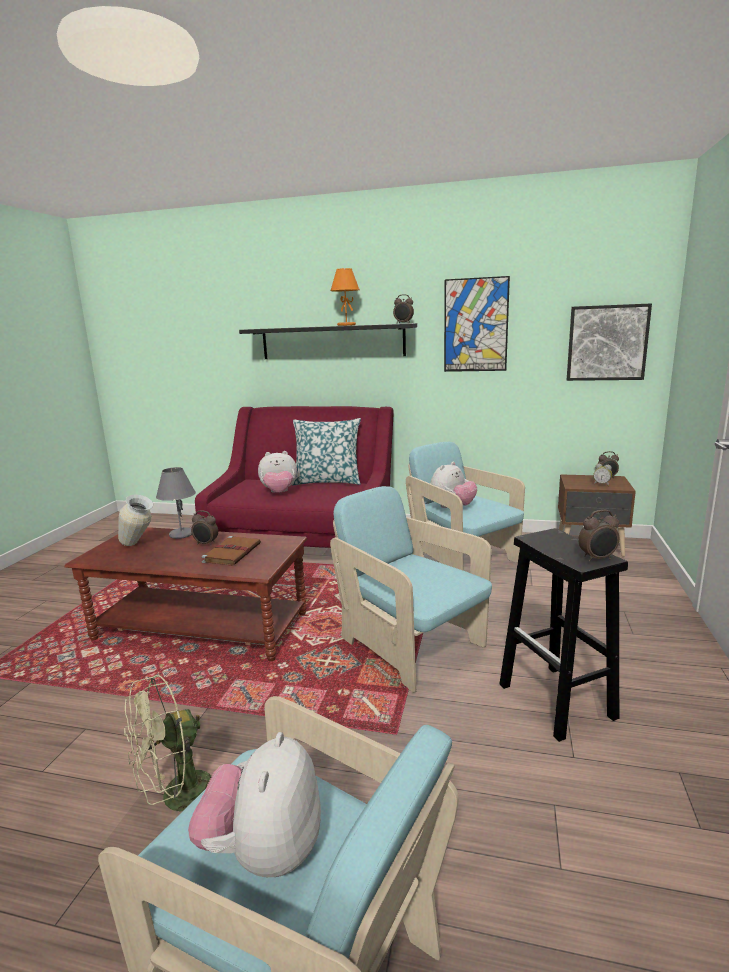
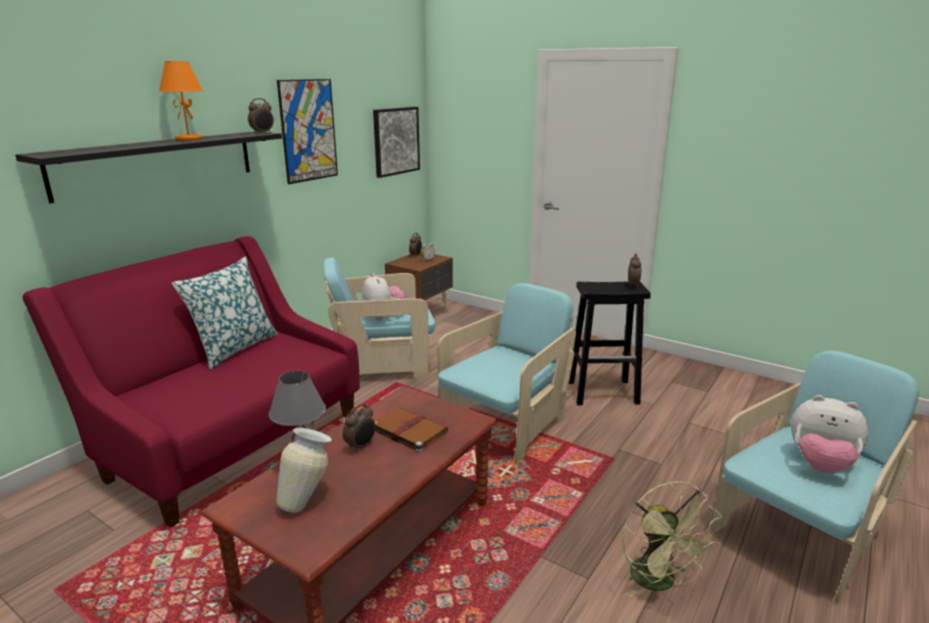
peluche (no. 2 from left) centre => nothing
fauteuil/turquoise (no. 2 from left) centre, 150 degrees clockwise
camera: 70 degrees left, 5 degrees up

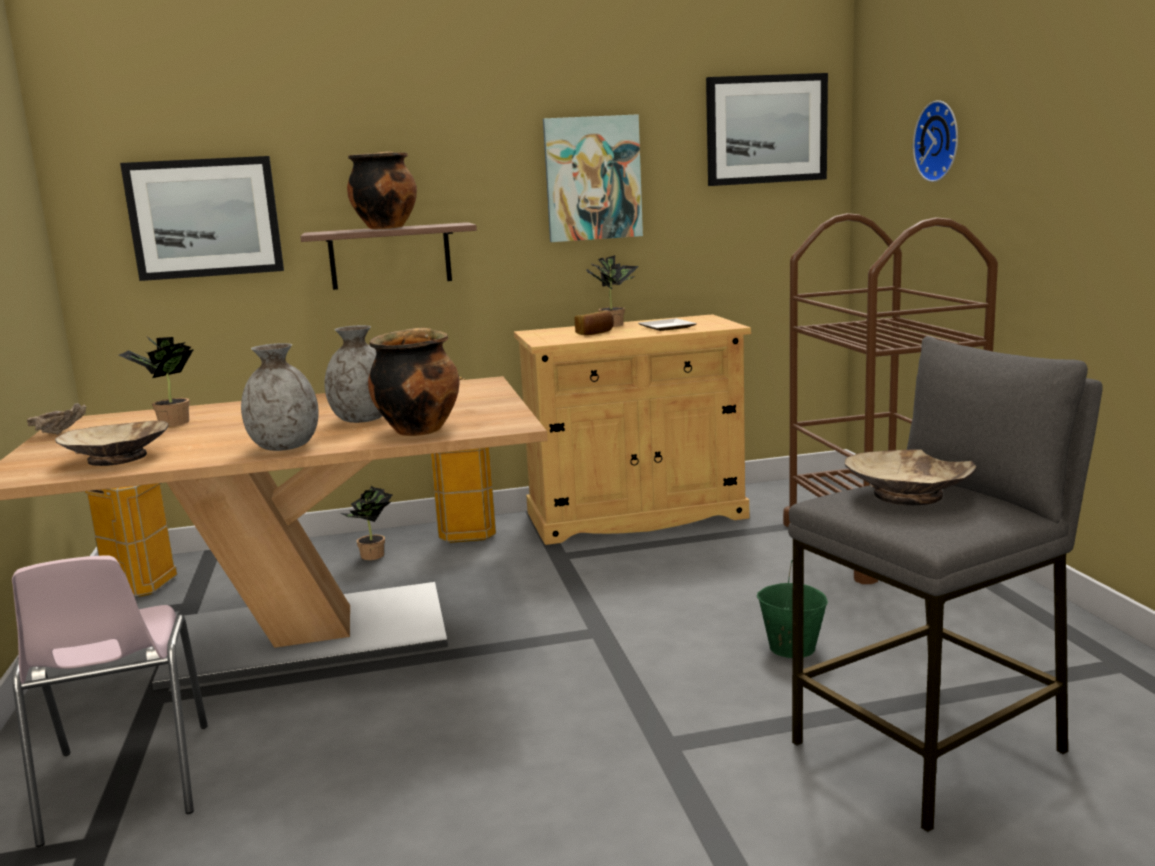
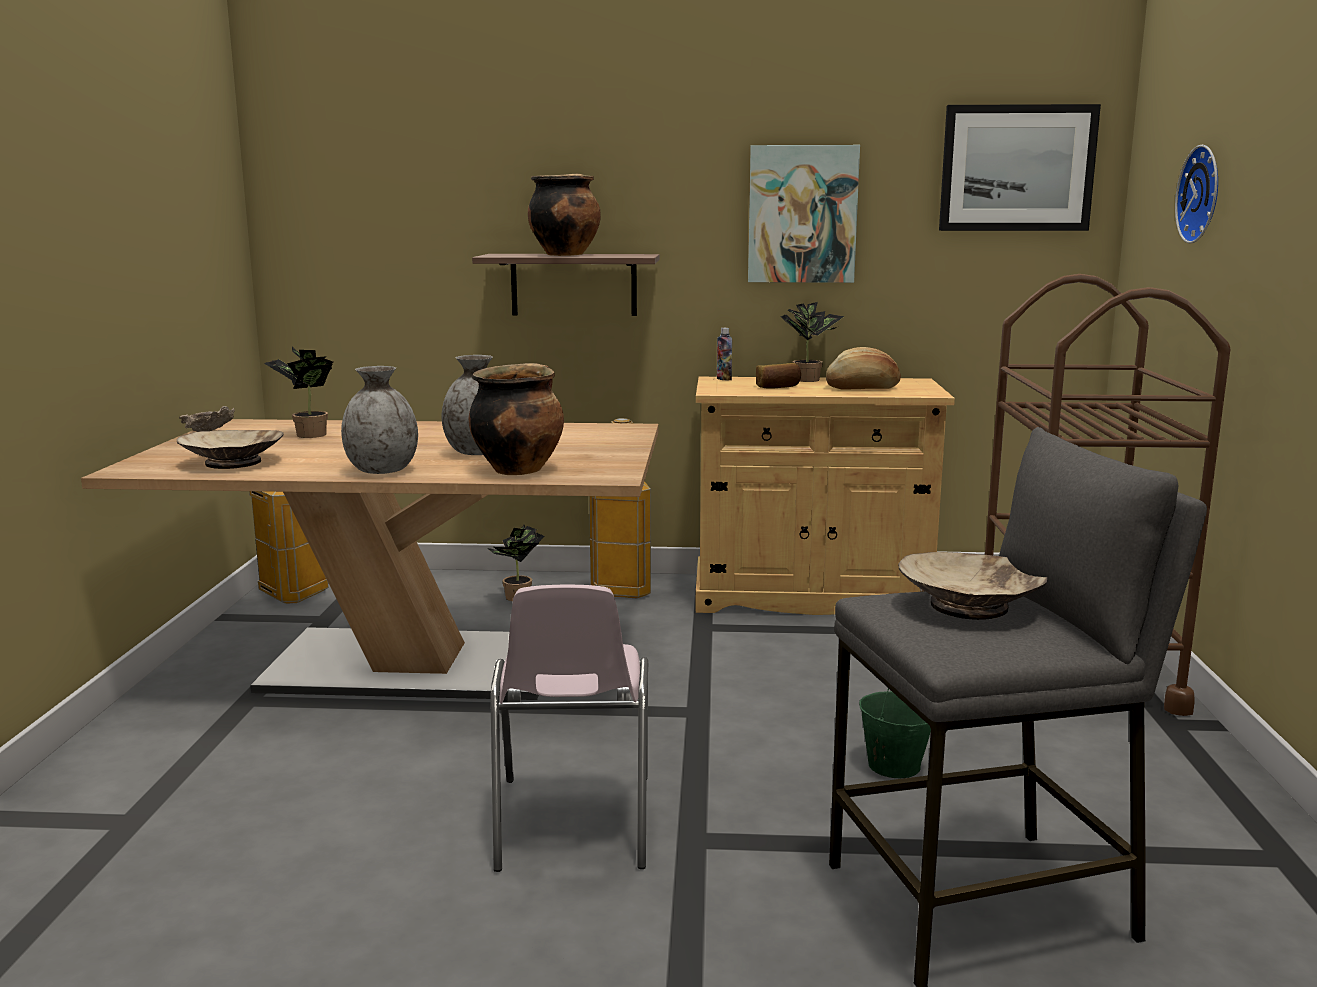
tableau (no. 1 from left) top left => nothing
assiette centre => pain (no. 2 from left) centre
chaise/rose bottom left => chaise/rose bottom centre, relocated
nothing => bouteille centre
camera: 15 degrees right, 0 degrees up

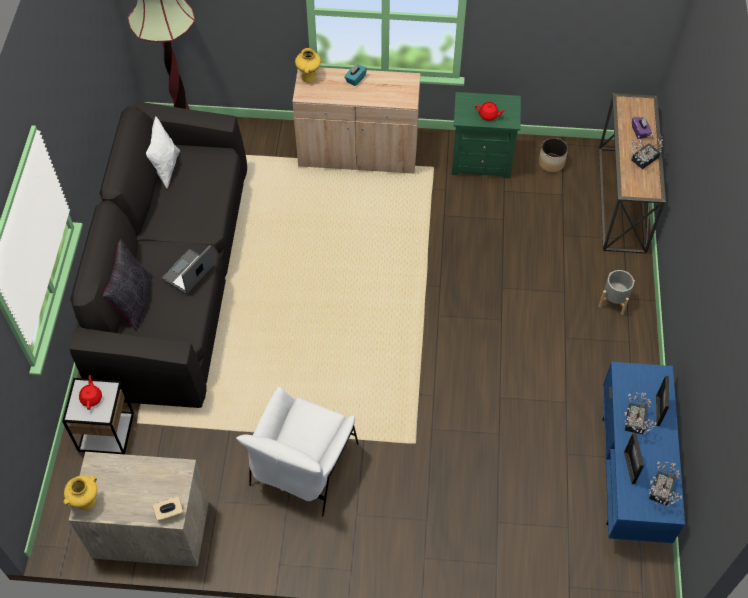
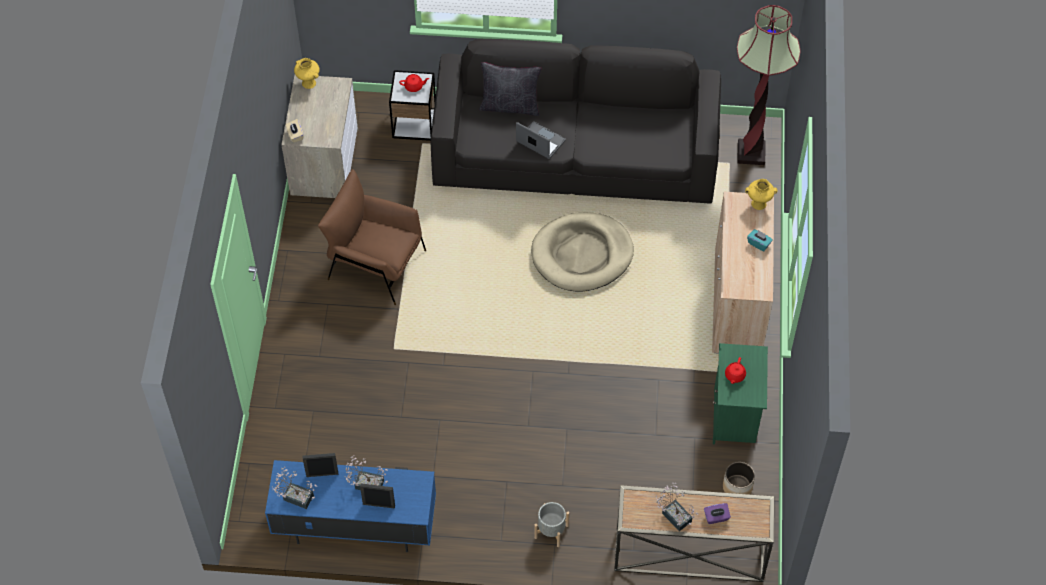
coussin/blanc top left => nothing
fauteuil/blanc bottom centre => fauteuil/marron centre
nothing => panier pour chien/beige centre
camera: 90 degrees right, 0 degrees up

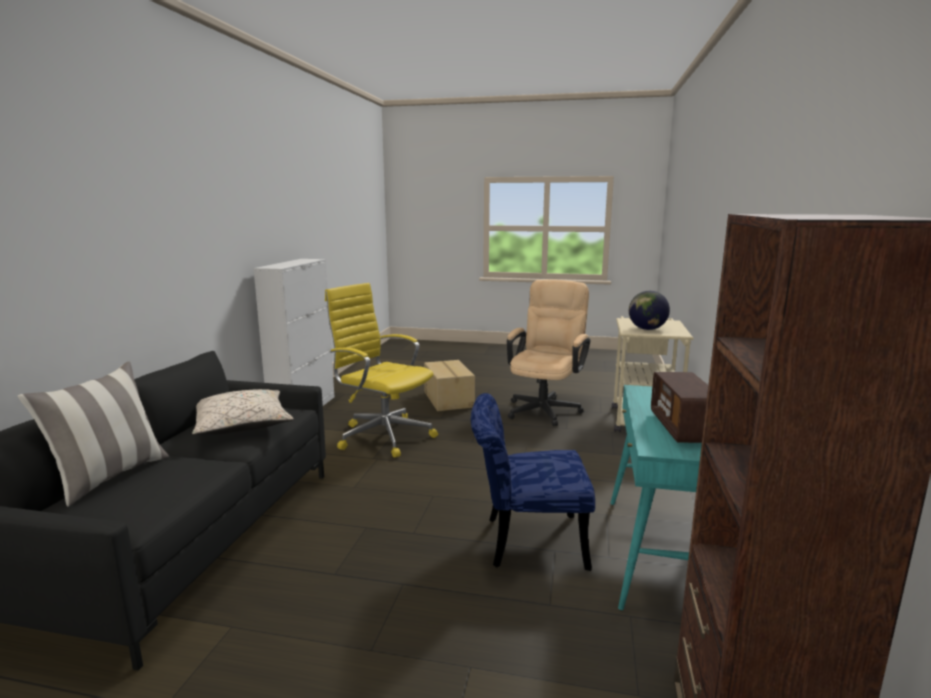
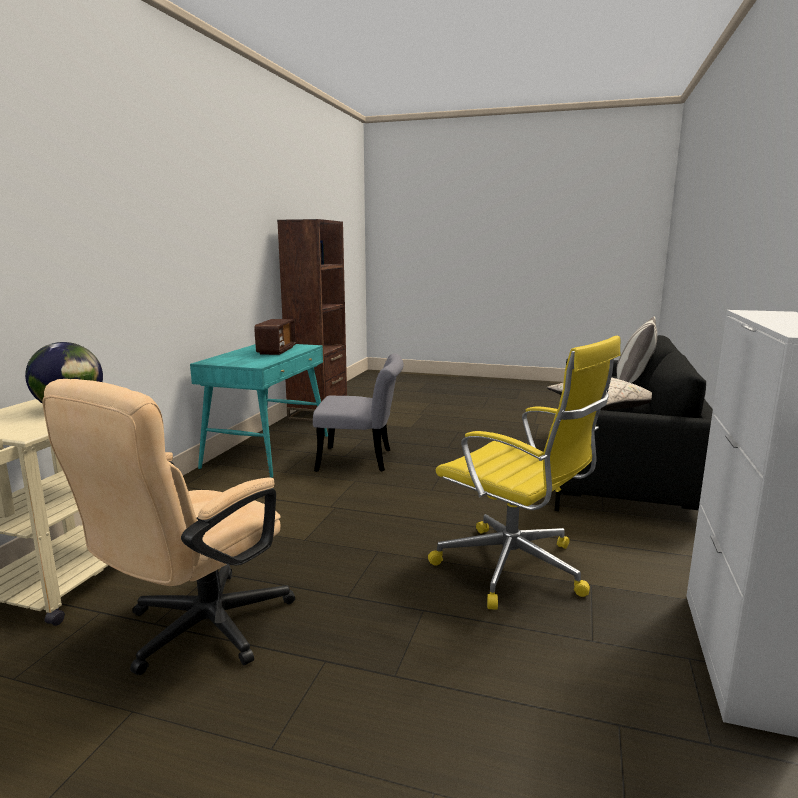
carton centre => nothing
chaise/bleu bottom centre => chaise/gris centre
camera: 175 degrees left, 0 degrees up

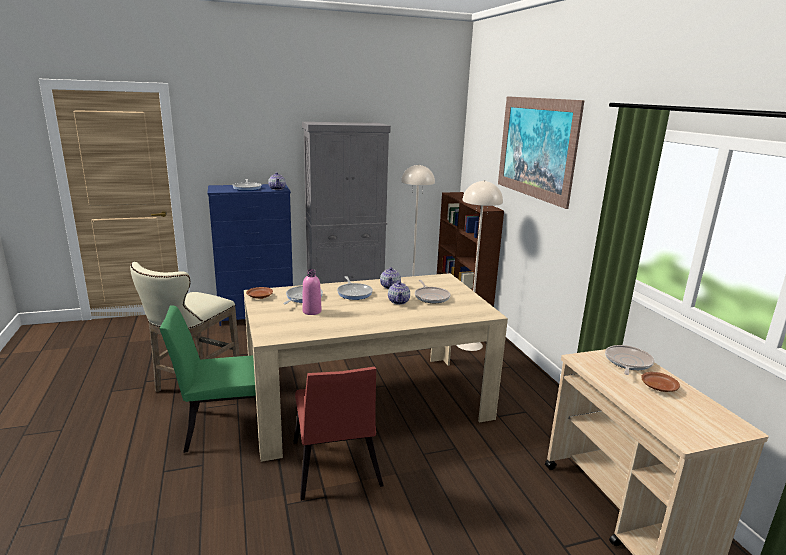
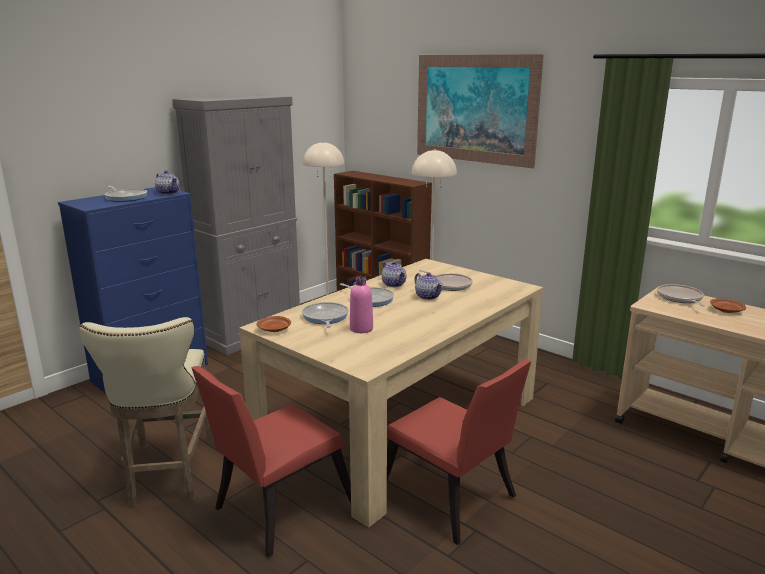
chaise/vert bottom left => chaise/rouge (no. 1 from left) bottom centre
camera: 30 degrees left, 0 degrees up

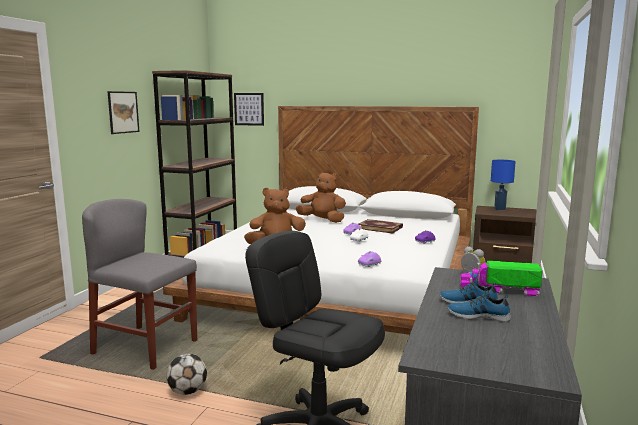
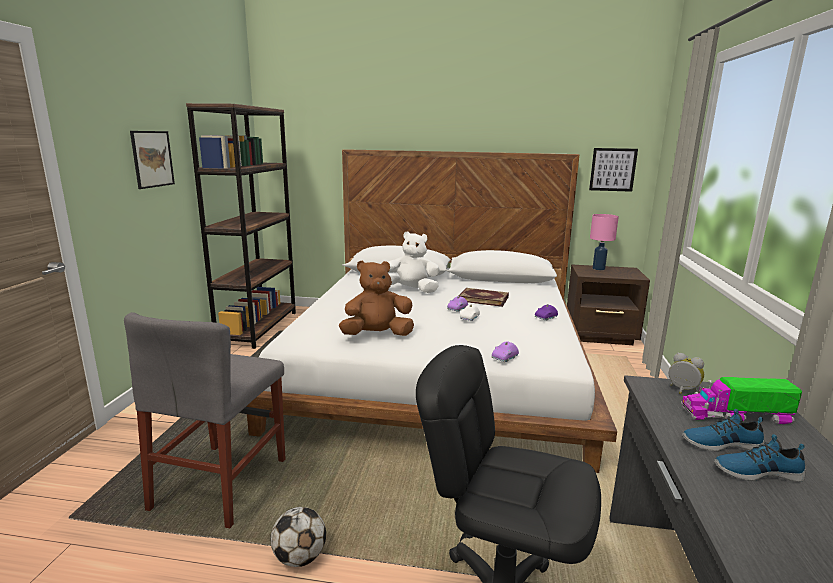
tableau (no. 2 from left) top centre => tableau (no. 2 from left) top right, relocated
lampe de table/bleu middle right => lampe de table/rose middle right
peluche/marron (no. 2 from left) centre => peluche/blanc centre
chaise/gris bottom left, 90 degrees counterclockwise
camera: 10 degrees left, 5 degrees up

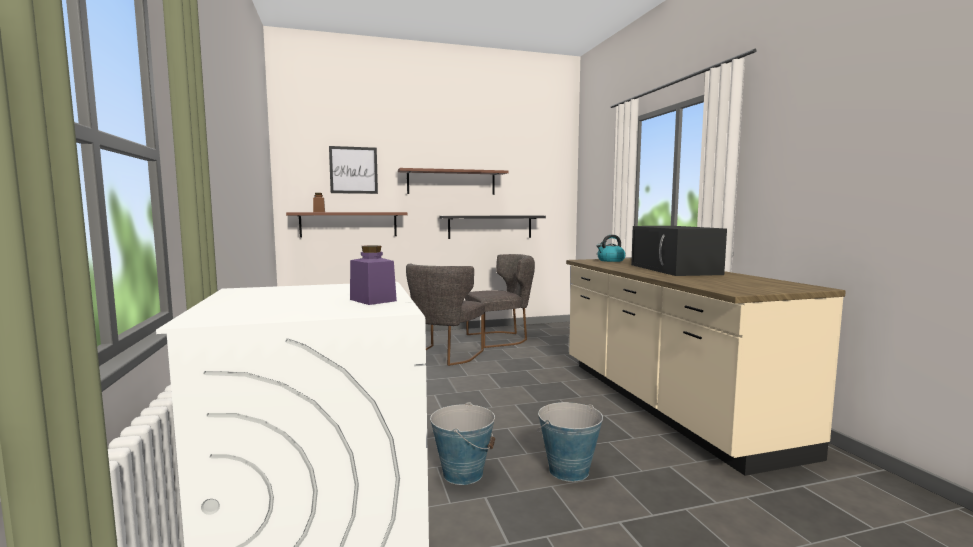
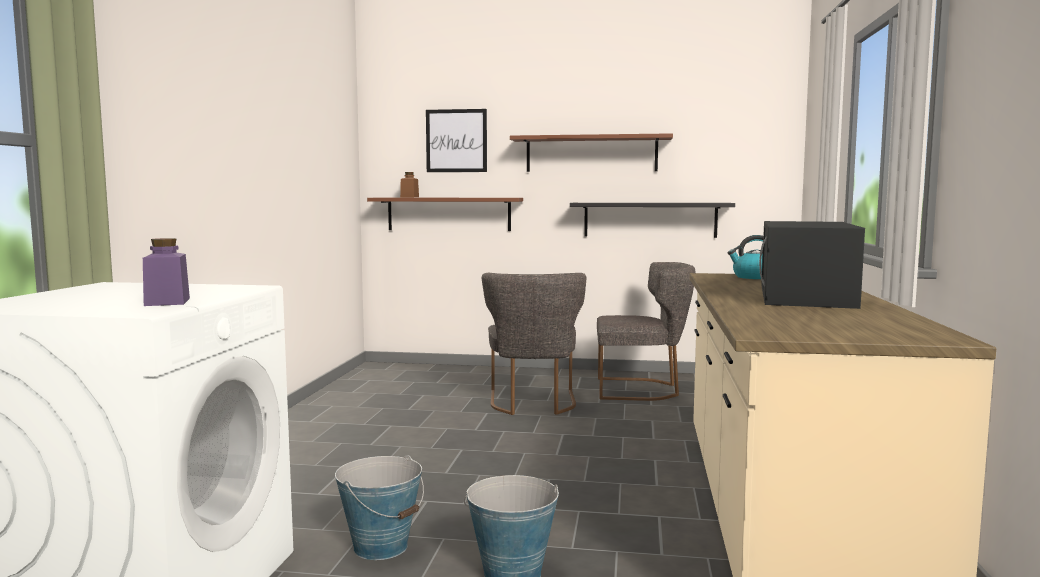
chaise/gris (no. 1 from left) centre, 45 degrees counterclockwise
camera: 25 degrees right, 0 degrees up

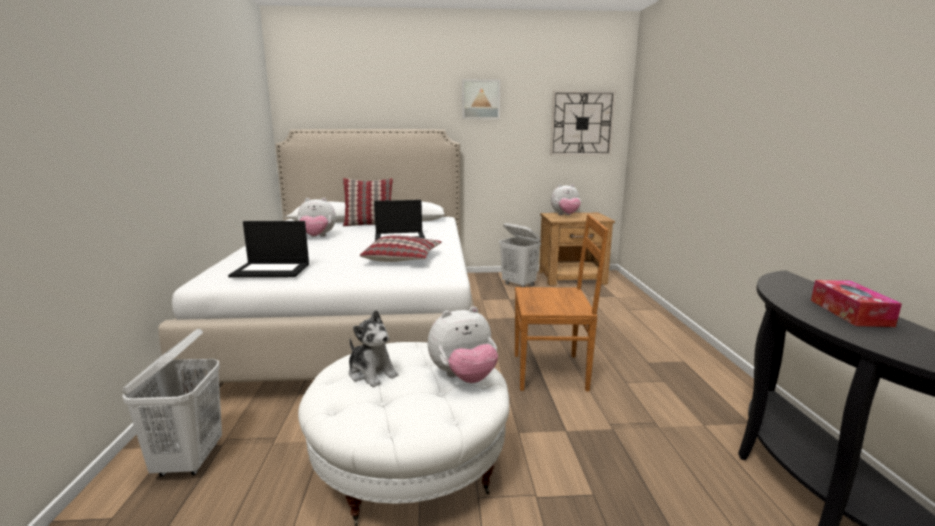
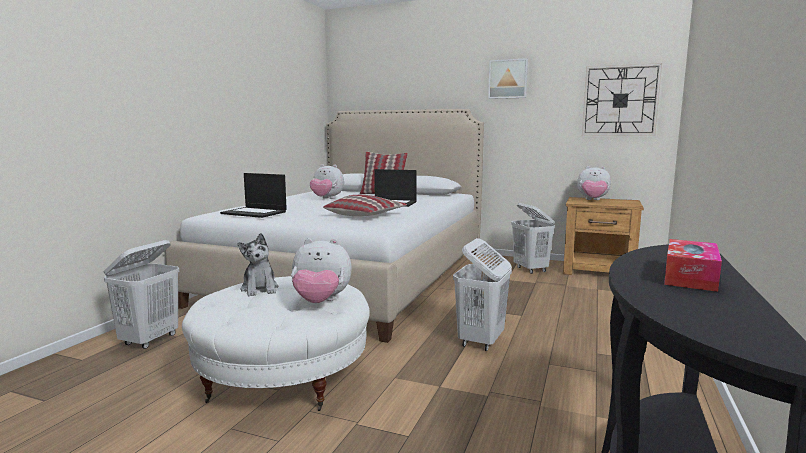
chaise/marron centre => panier à linge/blanc (no. 2 from left) centre
camera: 25 degrees right, 5 degrees down

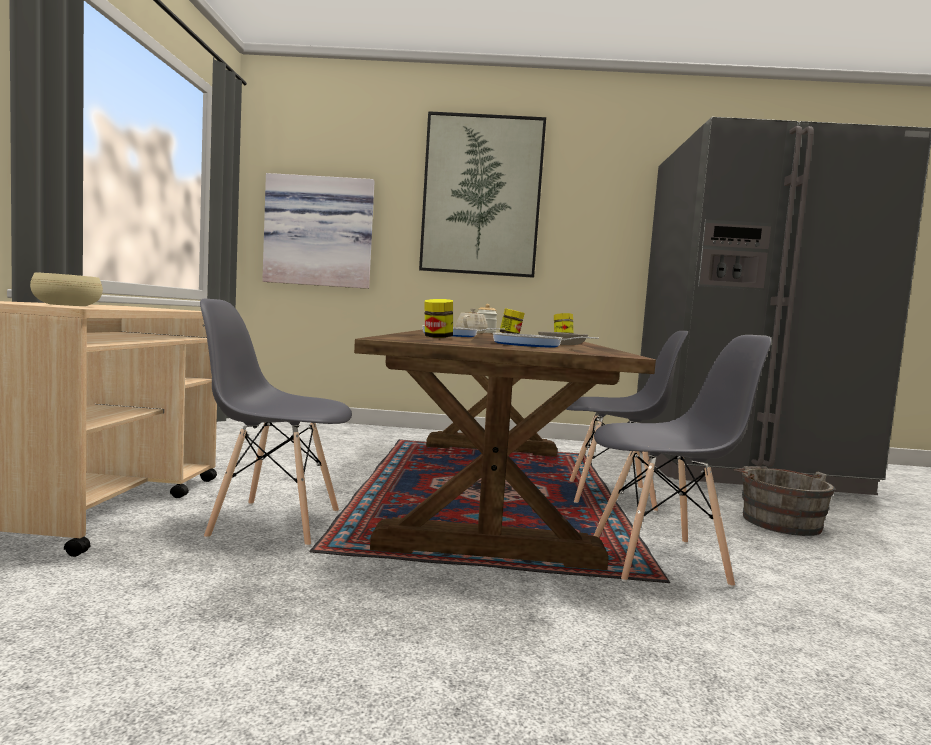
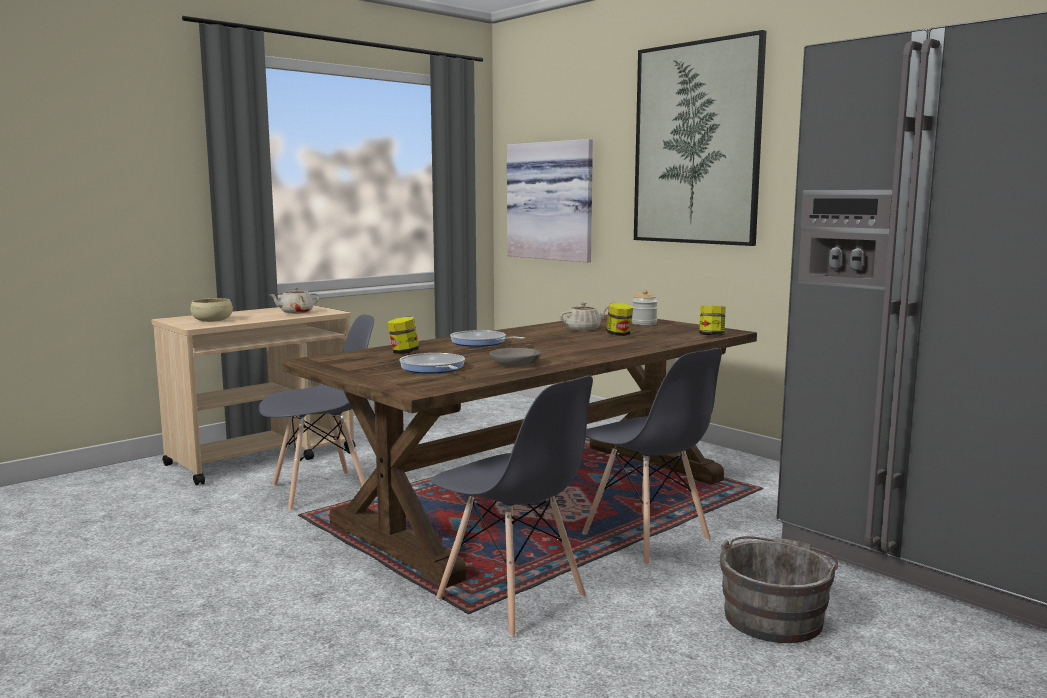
chaise/gris (no. 1 from left) middle left, 105 degrees clockwise
nothing => théière/beige (no. 1 from left) middle left
camera: 45 degrees right, 5 degrees up

